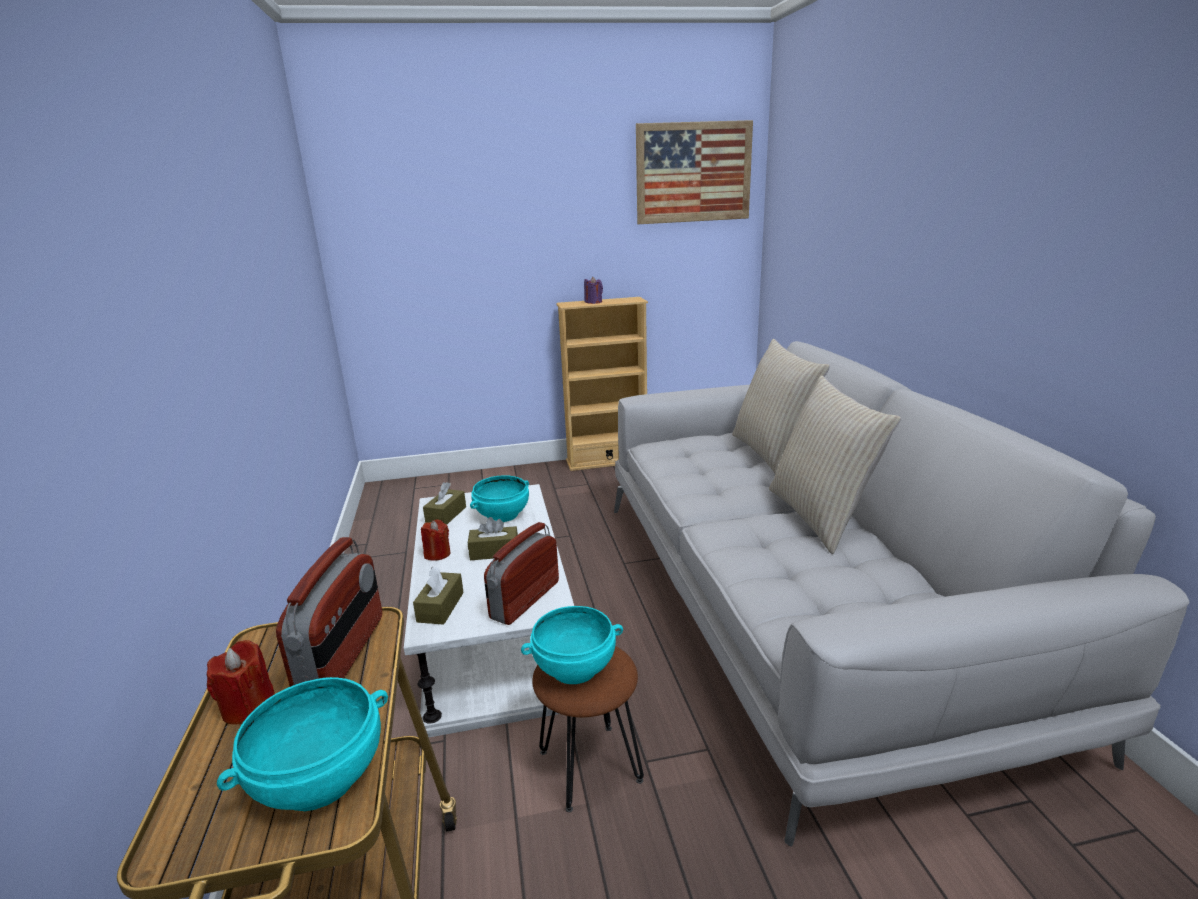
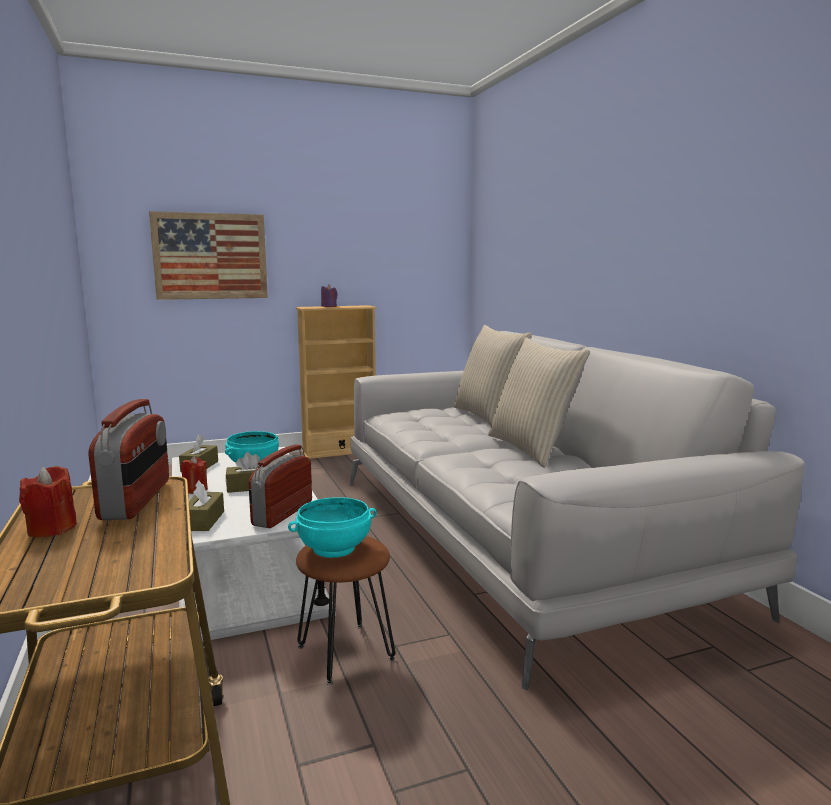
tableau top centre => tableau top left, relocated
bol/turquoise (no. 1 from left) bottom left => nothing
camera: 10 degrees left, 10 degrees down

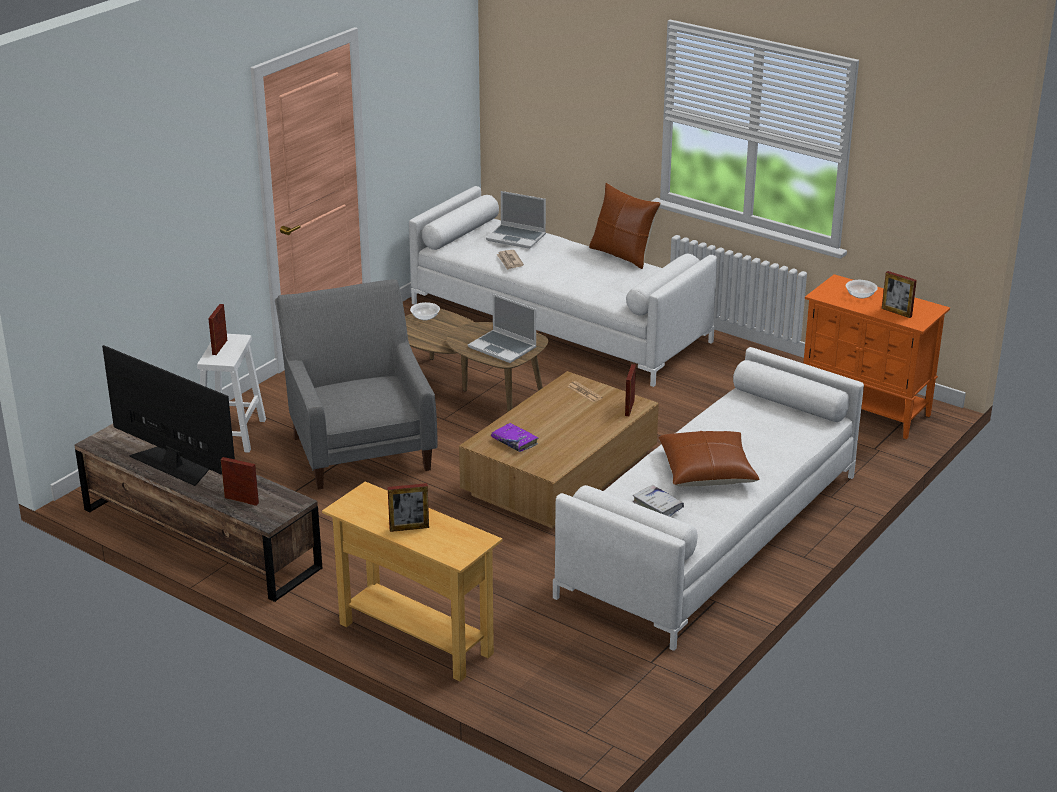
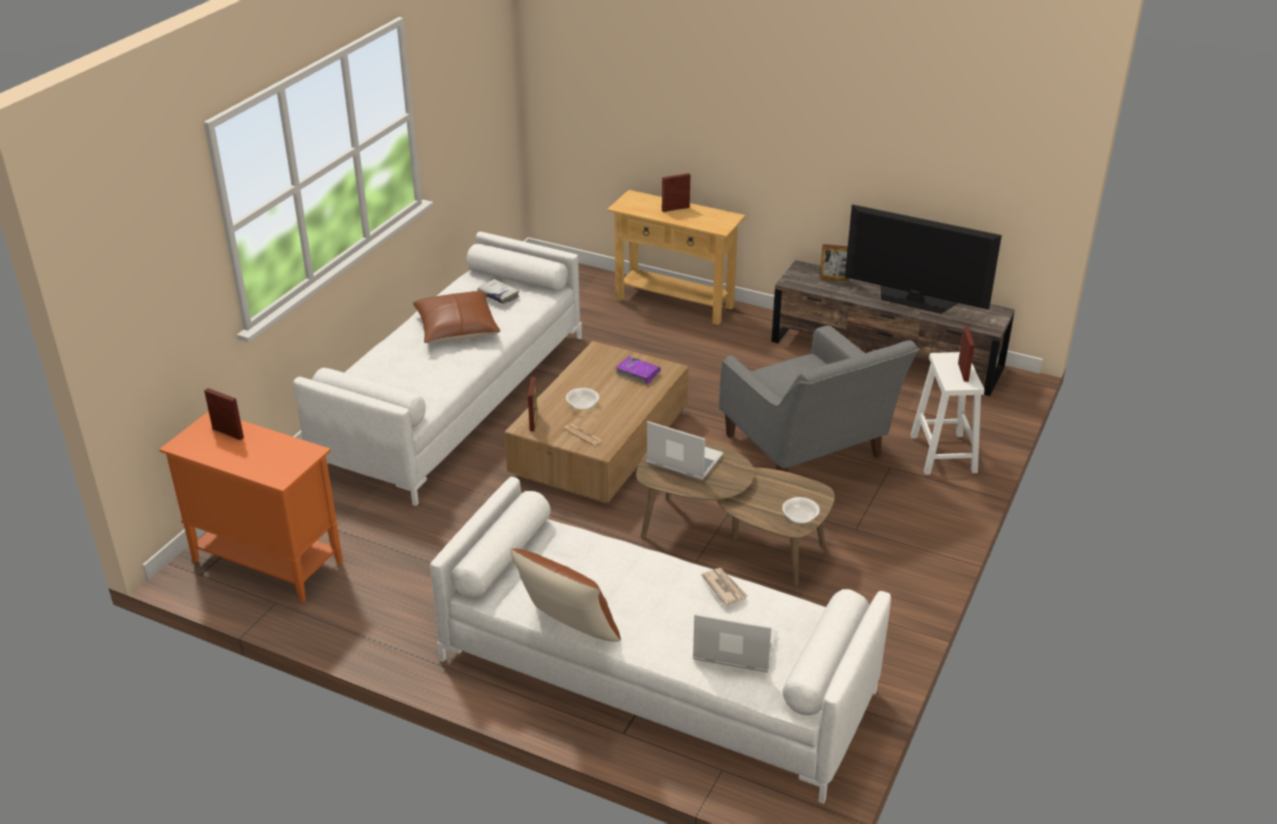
bol (no. 2 from left in the first image) middle right => bol (no. 1 from left) centre, relocated
camera: 170 degrees right, 5 degrees up

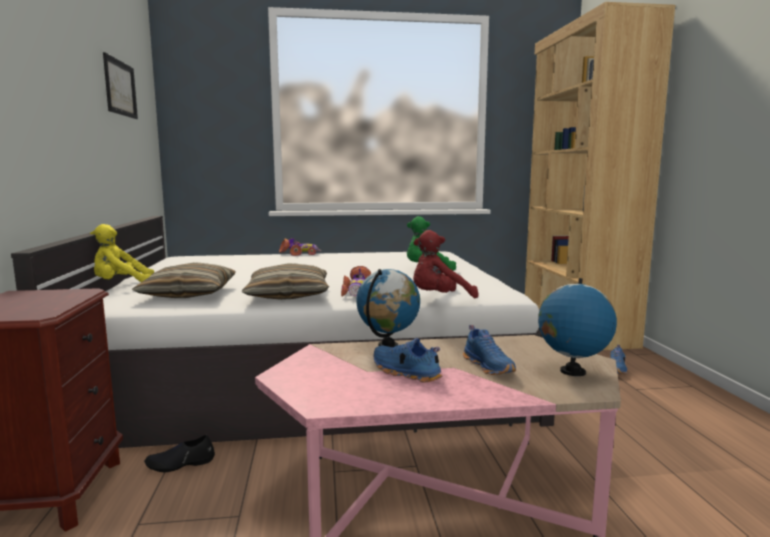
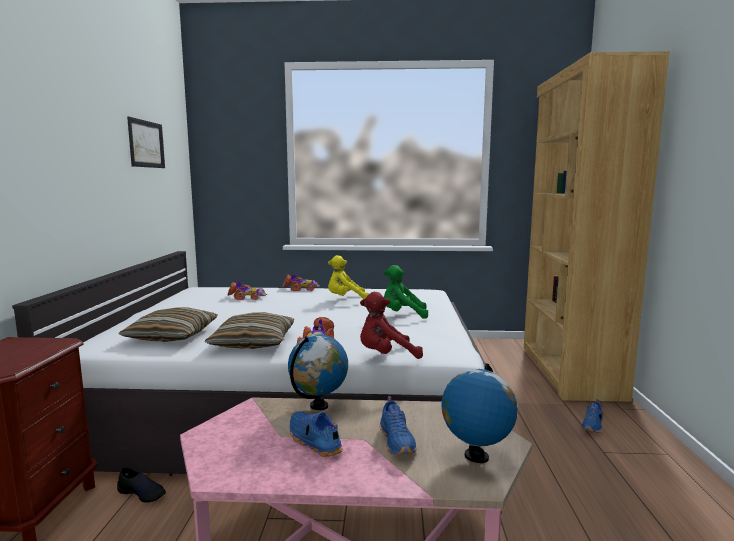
peluche/jaune middle left => peluche/jaune centre, relocated
chaussure/noir bottom left, 150 degrees counterclockwise
nothing => petite voiture (no. 1 from left) centre
camera: 10 degrees right, 0 degrees up

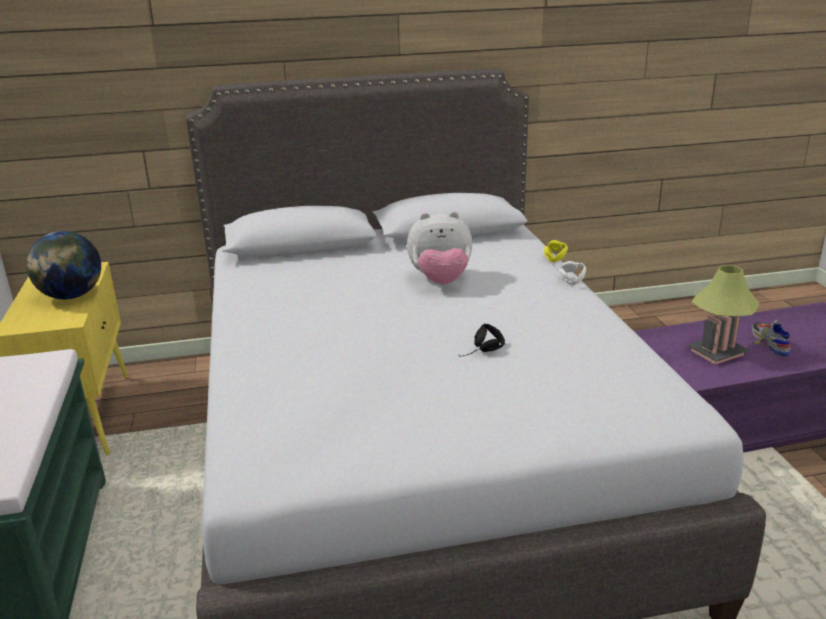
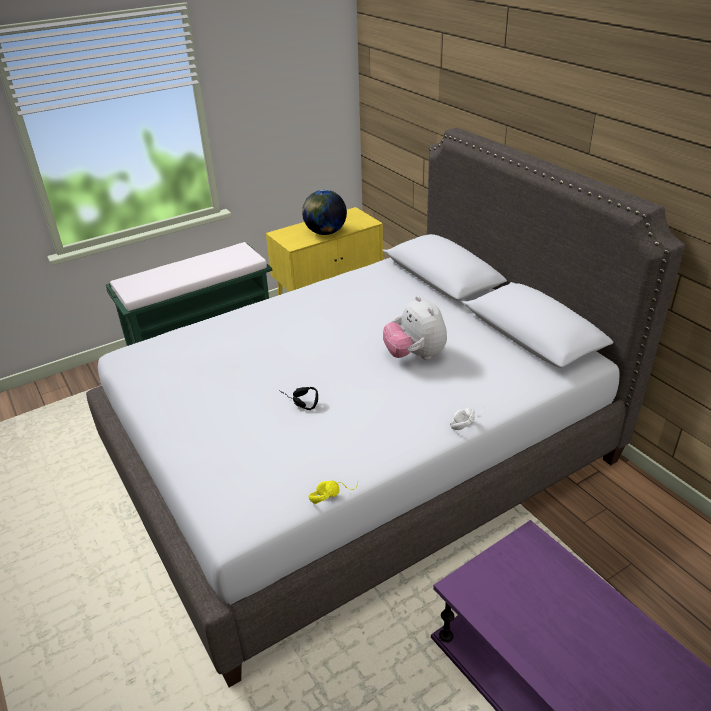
casque audio/jaune middle right => casque audio/jaune bottom centre, relocated
lampe de table middle right => nothing
chaussure middle right => nothing
camera: 70 degrees right, 10 degrees up

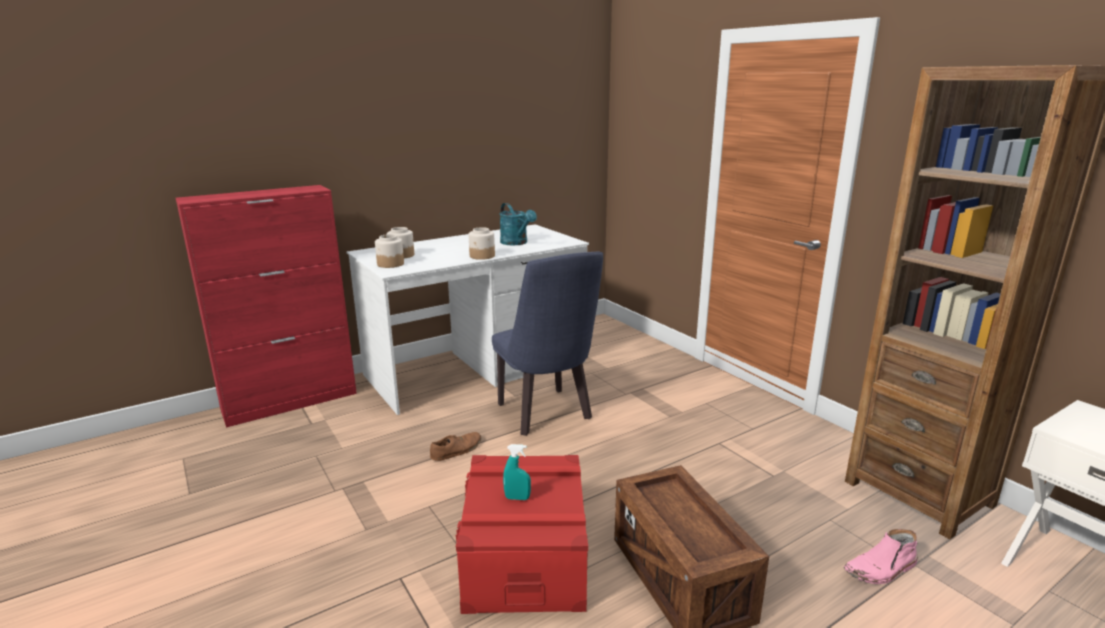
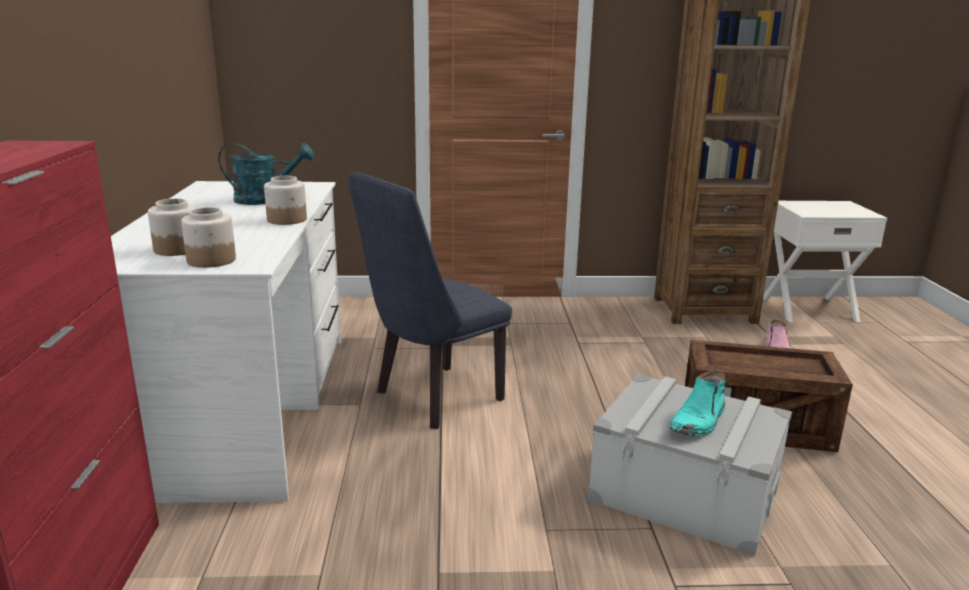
chaise/bleu centre, 135 degrees clockwise
chaussure/marron bottom centre => nothing
vaporisateur/turquoise bottom centre => botte/turquoise bottom right
boîte de rangement/rouge bottom centre => boîte de rangement/gris bottom right
camera: 60 degrees left, 0 degrees up

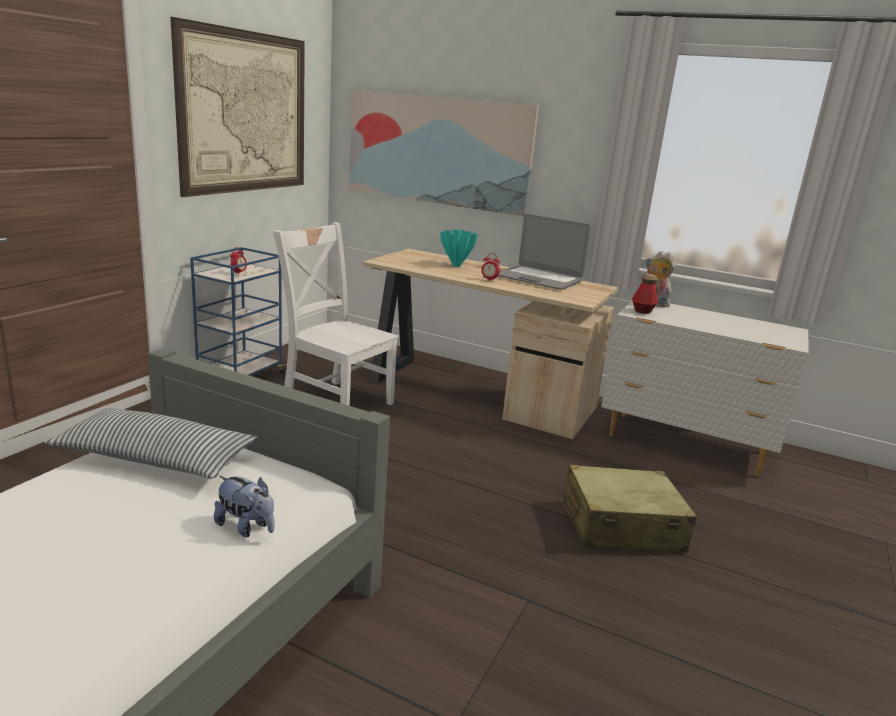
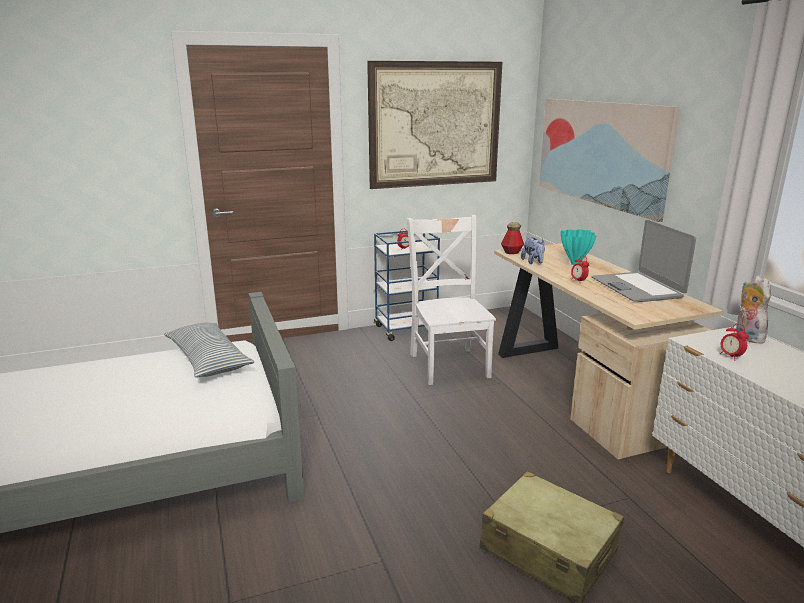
bouteille middle right => bouteille centre, relocated
peluche (no. 1 from left) bottom left => peluche (no. 1 from left) centre, relocated
nothing => réveil (no. 3 from left) middle right
camera: 45 degrees right, 0 degrees up

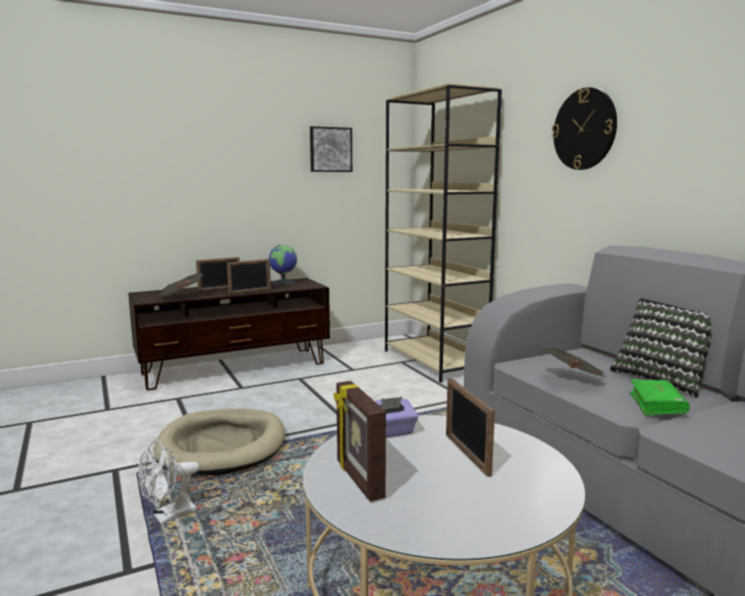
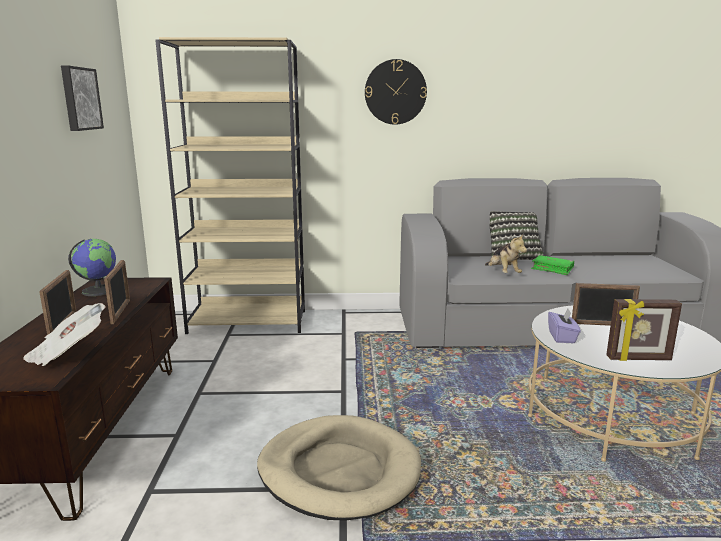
journal (no. 2 from left) middle right => peluche middle right
ventilateur/blanc bottom left => nothing
camera: 65 degrees left, 5 degrees up

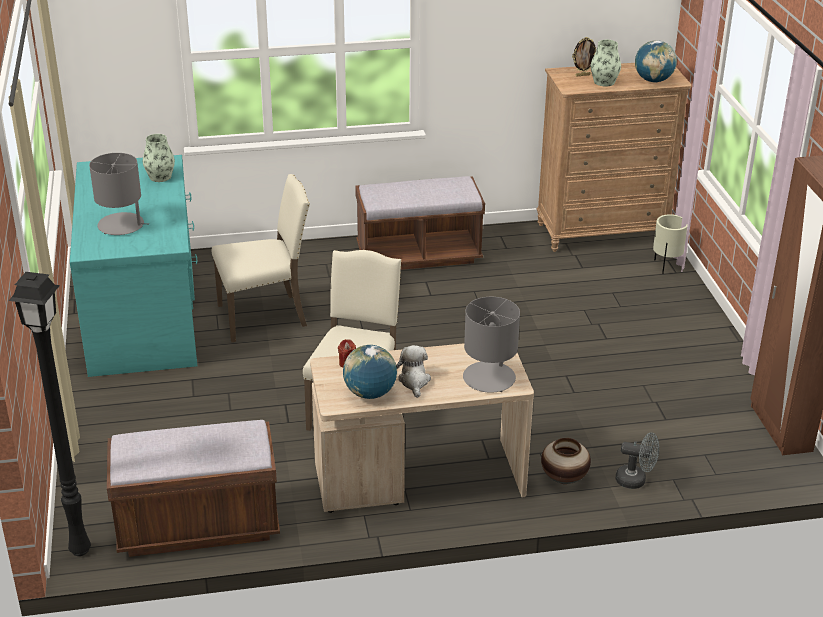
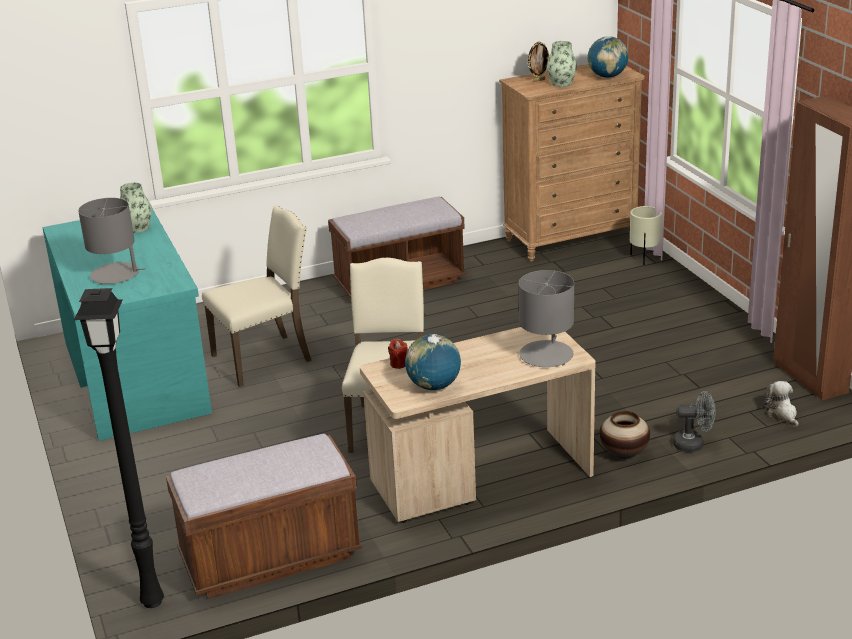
peluche centre => peluche middle right, relocated
camera: 10 degrees left, 5 degrees down

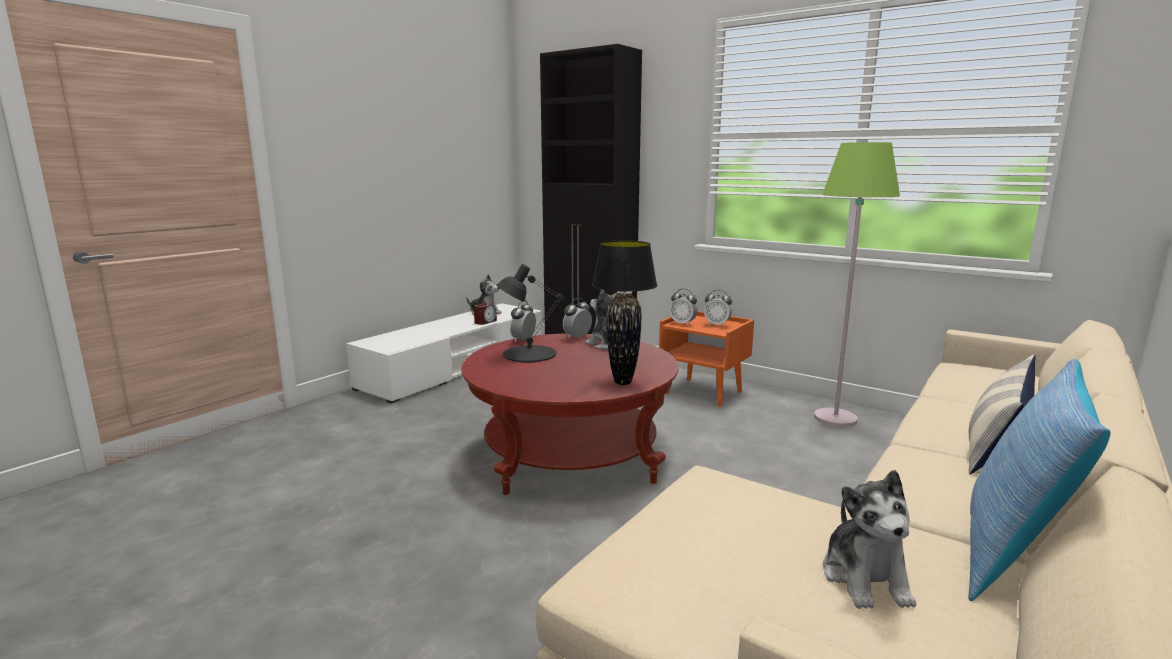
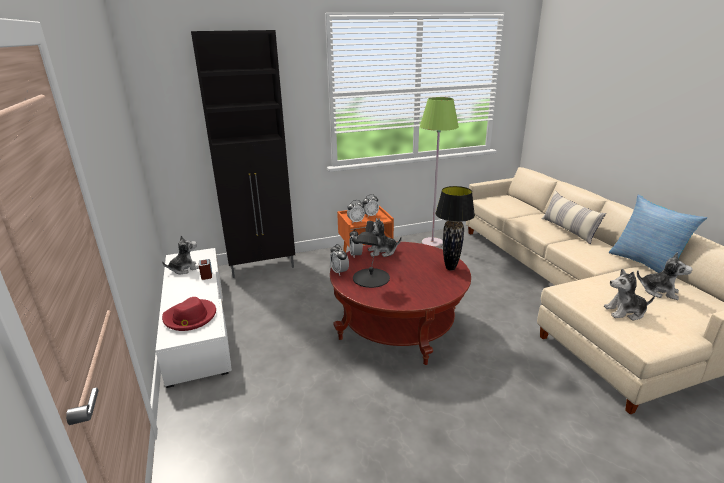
nothing => peluche (no. 3 from left) middle right
nothing => chapeau/rouge middle left
camera: 55 degrees left, 10 degrees up

